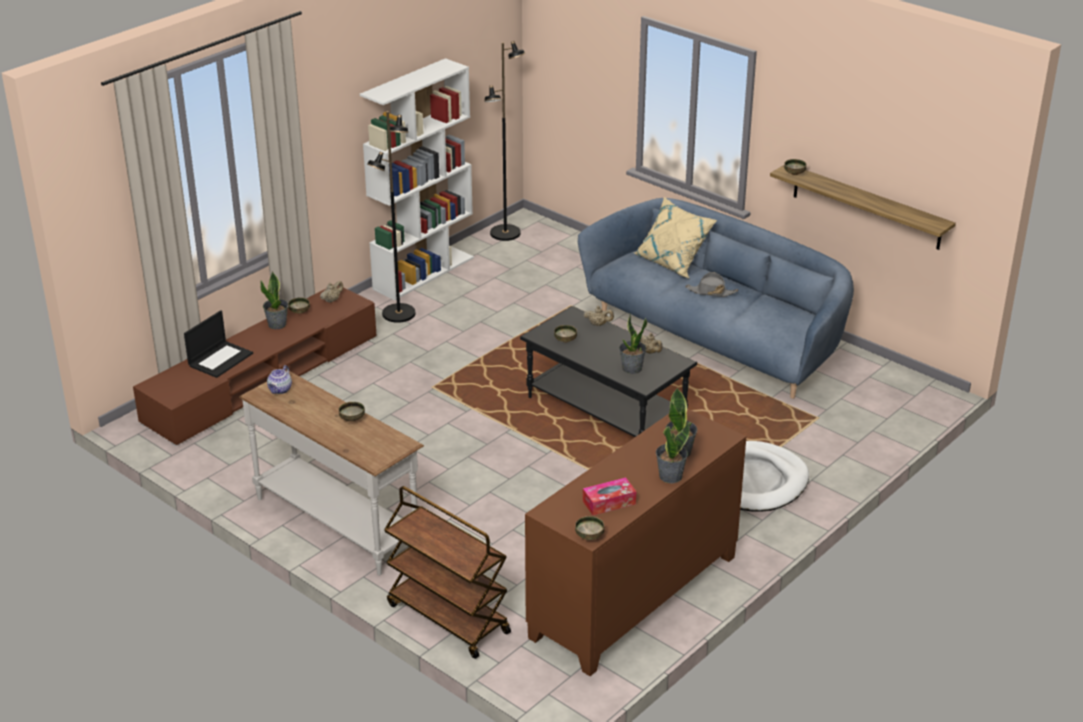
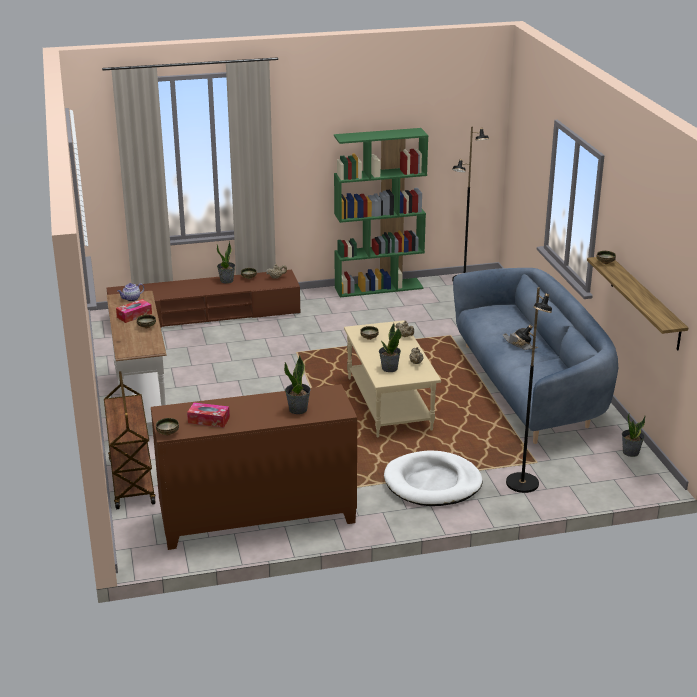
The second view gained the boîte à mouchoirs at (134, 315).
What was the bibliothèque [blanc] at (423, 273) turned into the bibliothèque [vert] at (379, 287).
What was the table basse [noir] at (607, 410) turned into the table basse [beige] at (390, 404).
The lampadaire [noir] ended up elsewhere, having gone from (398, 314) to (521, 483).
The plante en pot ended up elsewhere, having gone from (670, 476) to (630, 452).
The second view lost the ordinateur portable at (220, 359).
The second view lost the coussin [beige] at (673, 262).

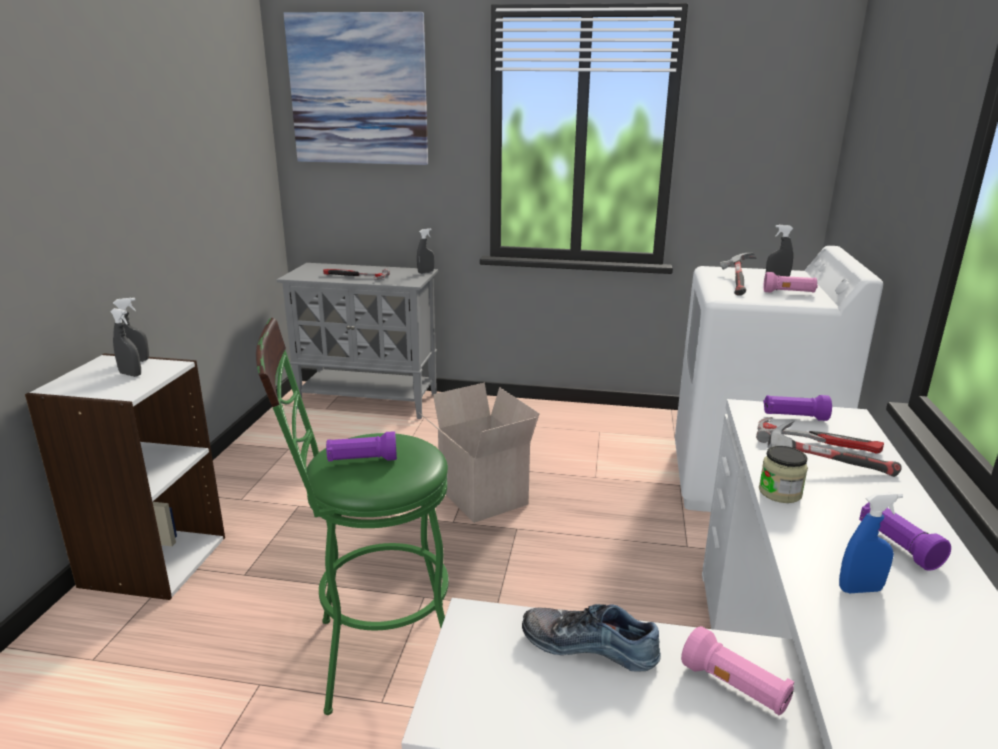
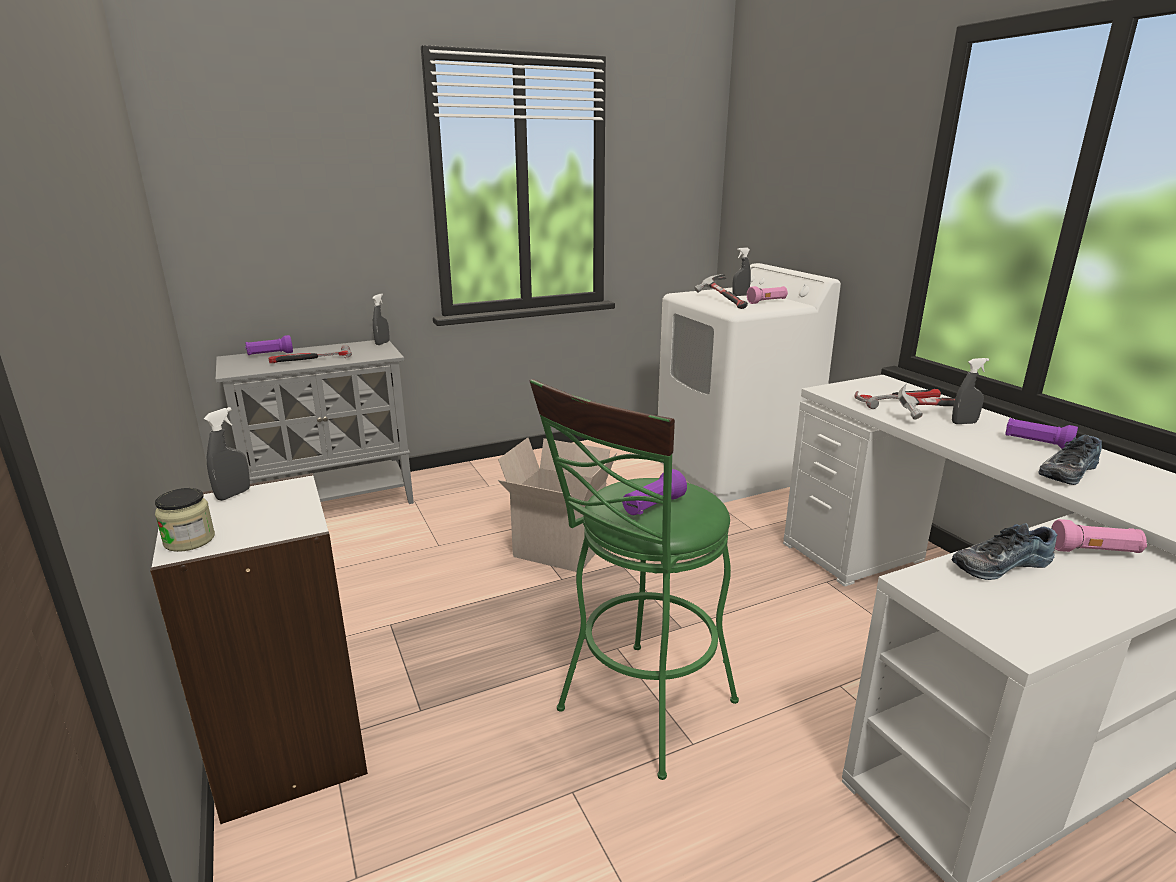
The bocal ended up elsewhere, having gone from (780, 492) to (189, 540).
The lampe de poche [violet] ended up elsewhere, having gone from (794, 417) to (270, 354).
The vaporisateur [gris] ended up elsewhere, having gone from (130, 374) to (964, 423).
Where the vaporisateur [bleu] stood at (860, 589), the chaussure came to stand at (1066, 472).
The second view lost the tableau at (358, 90).

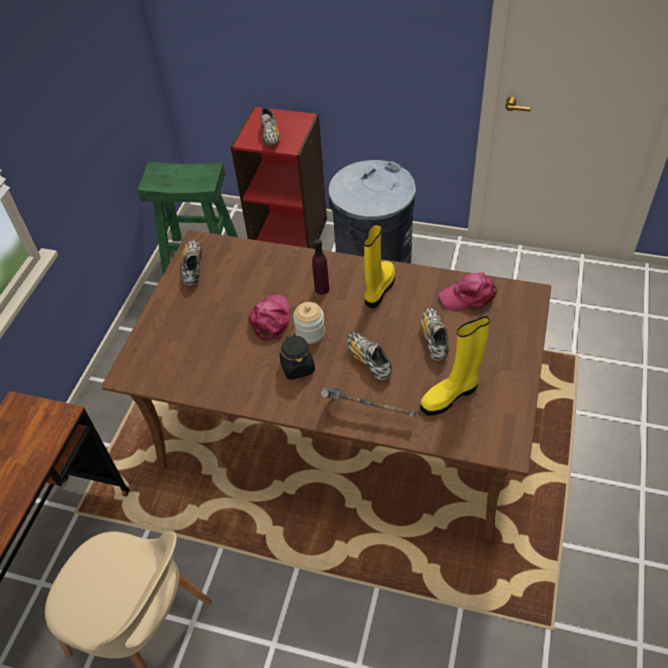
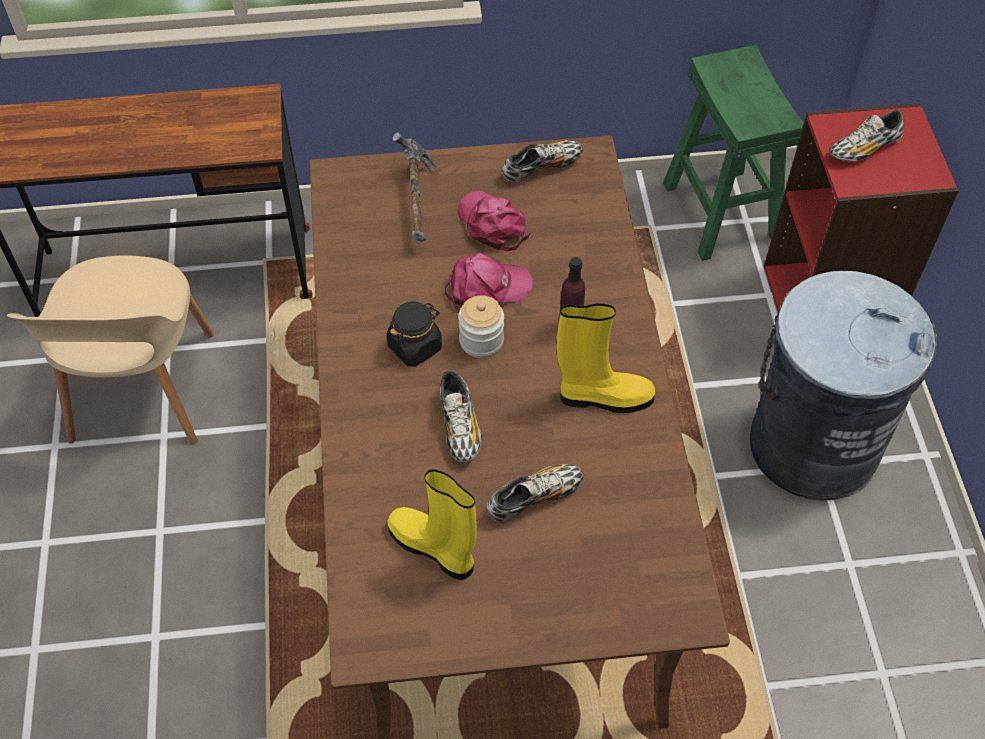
The marteau ended up elsewhere, having gone from (366, 413) to (416, 205).
The chaussure at (368, 360) ended up facing another way, 135 degrees clockwise from before.
The casquette [rose] ended up elsewhere, having gone from (469, 295) to (492, 224).

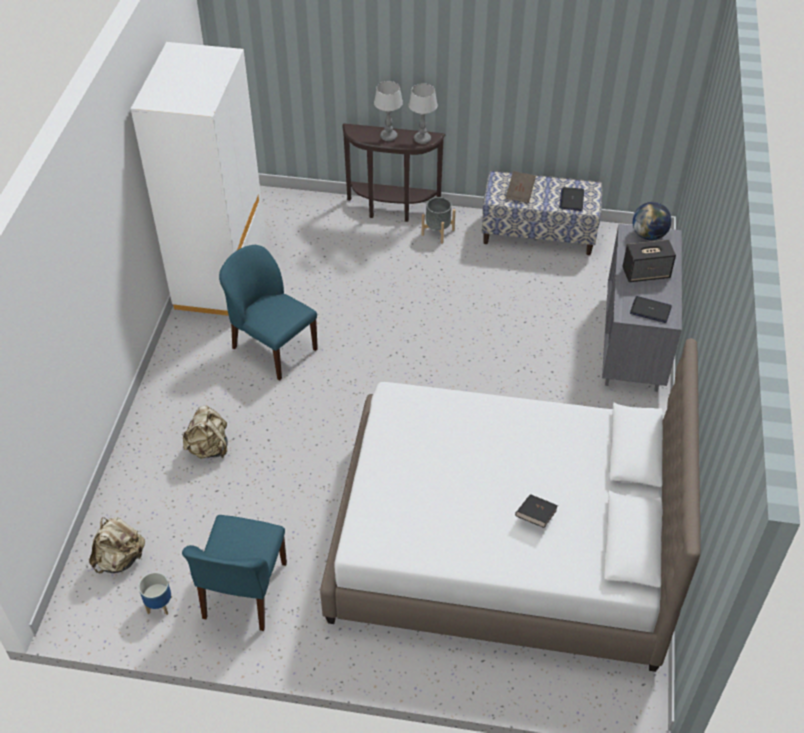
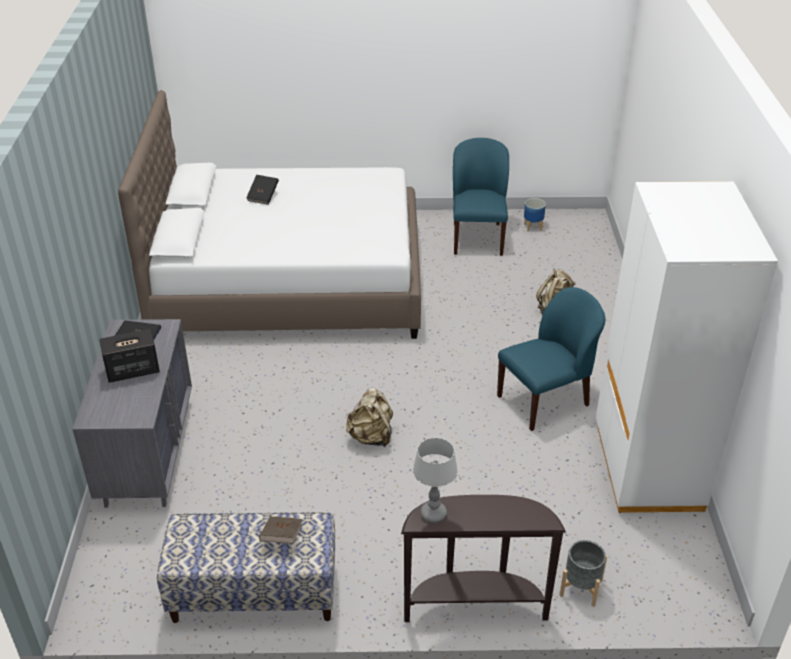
The sac à dos [beige] ended up elsewhere, having gone from (120, 559) to (371, 437).
The chaise [bleu] at (273, 348) ended up facing another way, 60 degrees counterclockwise from before.
The cache-pot [gris] ended up elsewhere, having gone from (438, 232) to (581, 588).
The second view lost the lampe de table at (388, 136).
The second view lost the ordinateur portable at (571, 199).
The second view lost the globe at (648, 235).

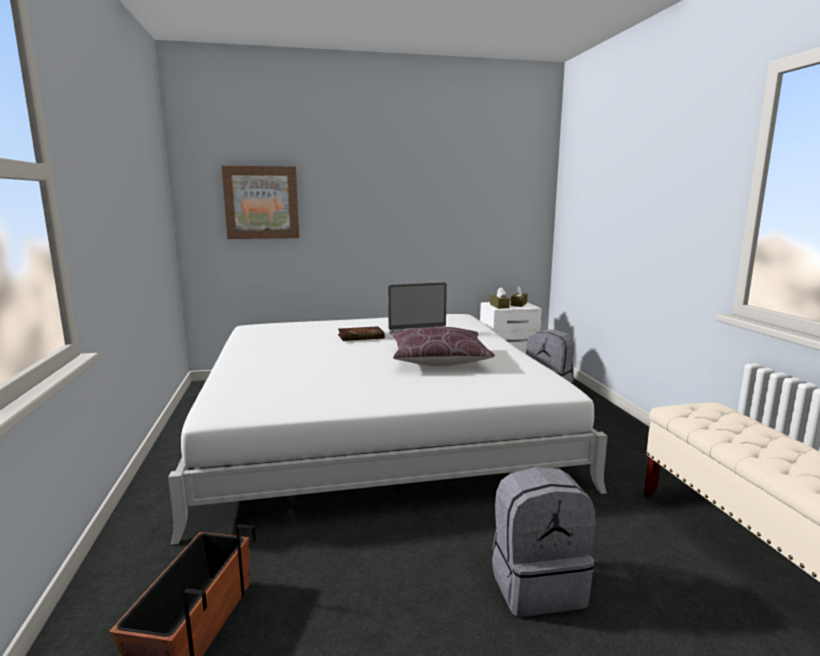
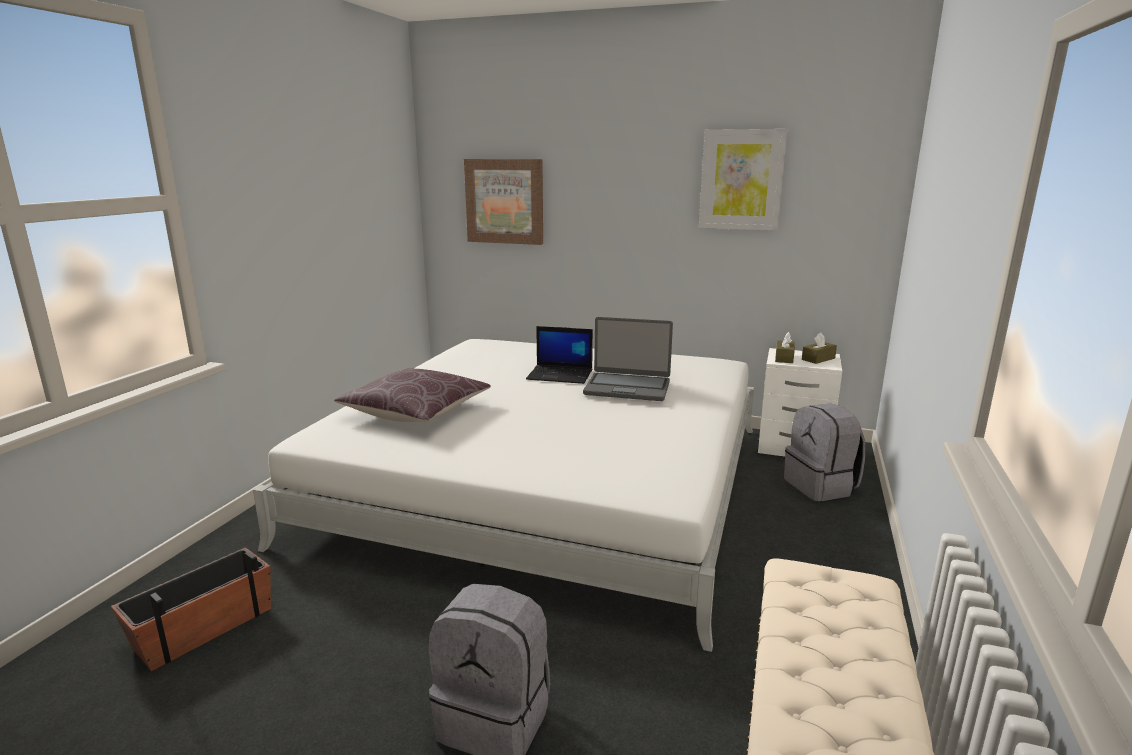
The coussin [marron] ended up elsewhere, having gone from (439, 360) to (416, 412).
Where the livre stood at (362, 336), the ordinateur portable came to stand at (561, 375).
The second view gained the tableau at (741, 180).

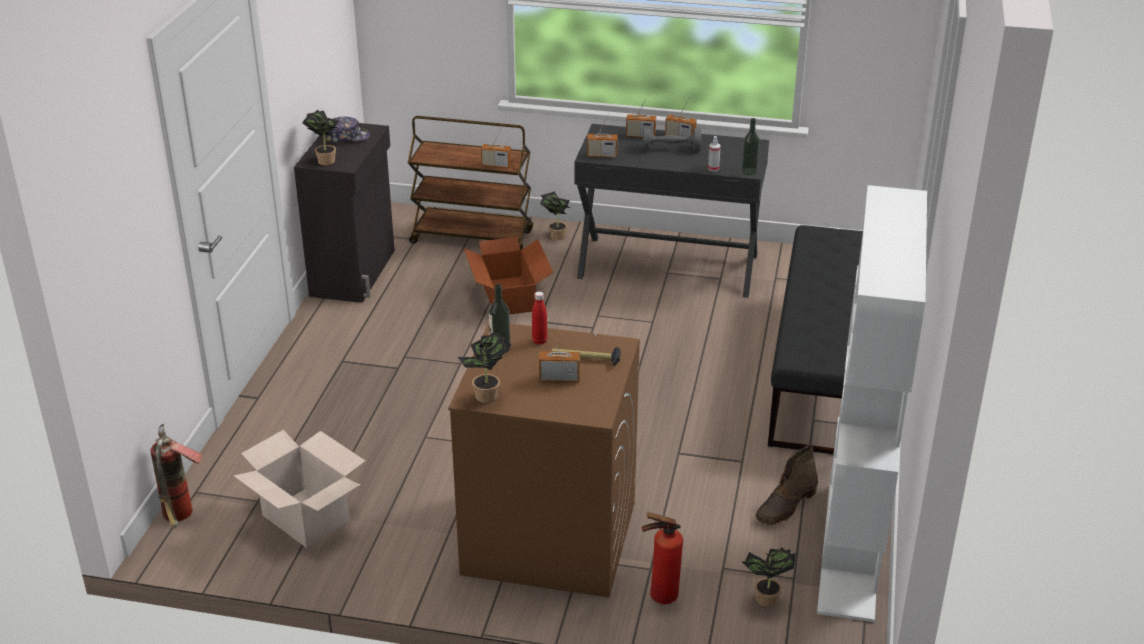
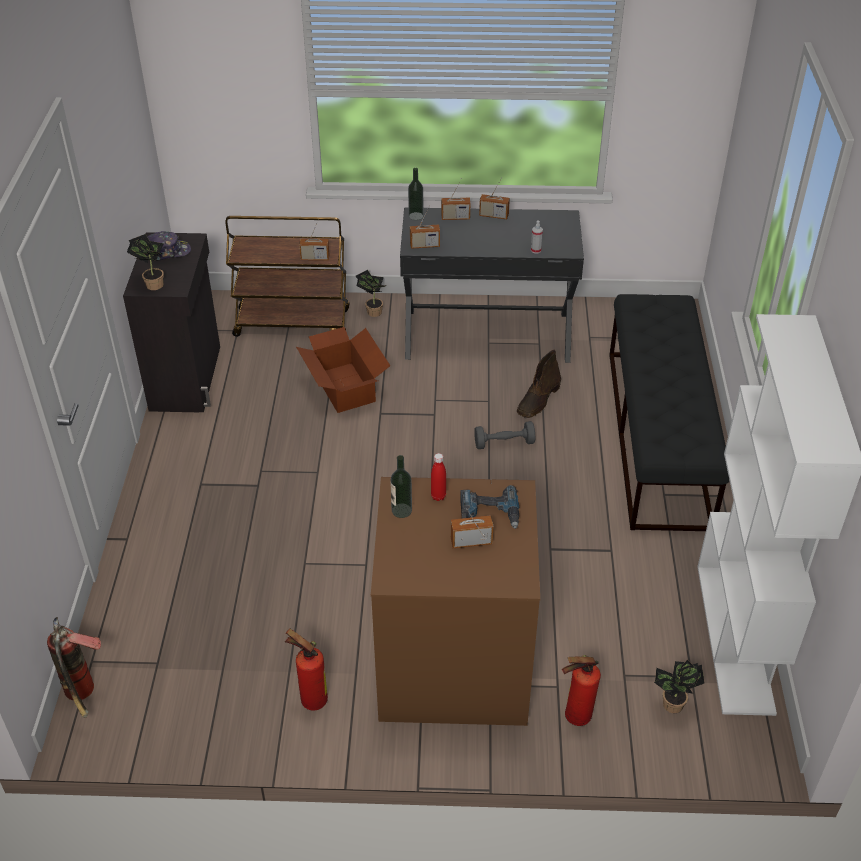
The second view gained the extincteur at (310, 699).
The bouteille ended up elsewhere, having gone from (749, 171) to (416, 216).
Where the marteau stood at (585, 358), the perceuse came to stand at (490, 512).
The haltère [gris] ended up elsewhere, having gone from (671, 149) to (504, 443).
The botte [marron] ended up elsewhere, having gone from (786, 506) to (538, 400).
The second view lost the carton at (305, 518).
The second view lost the plante en pot at (487, 398).

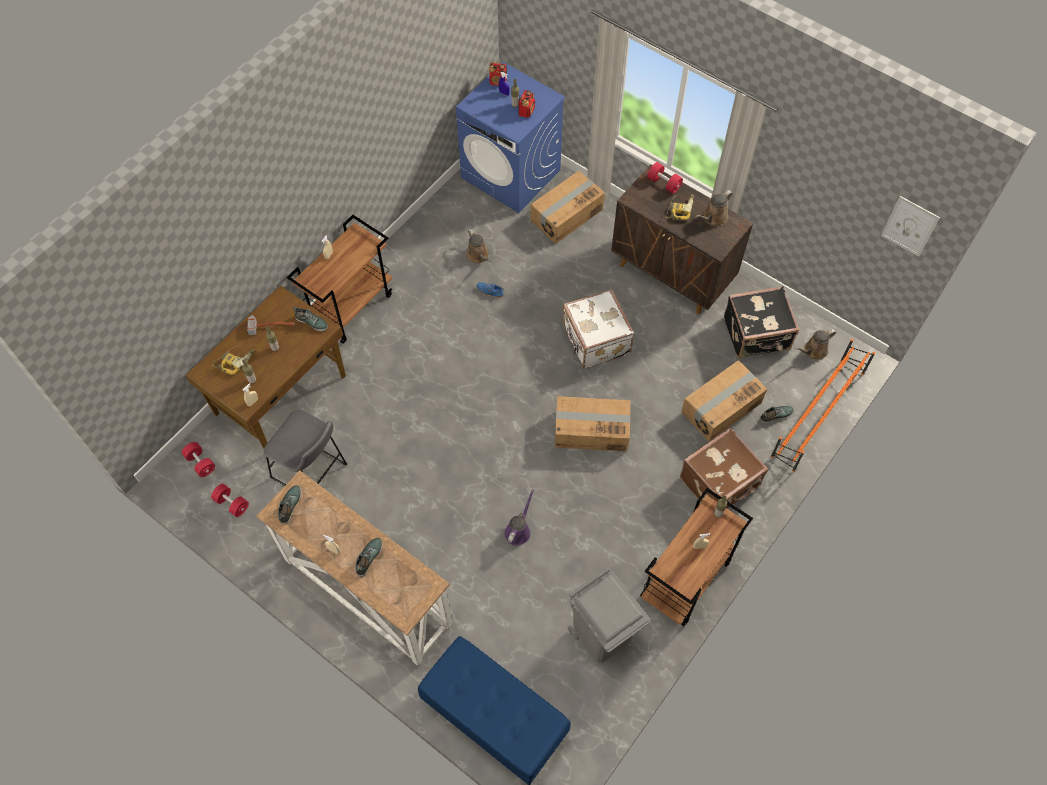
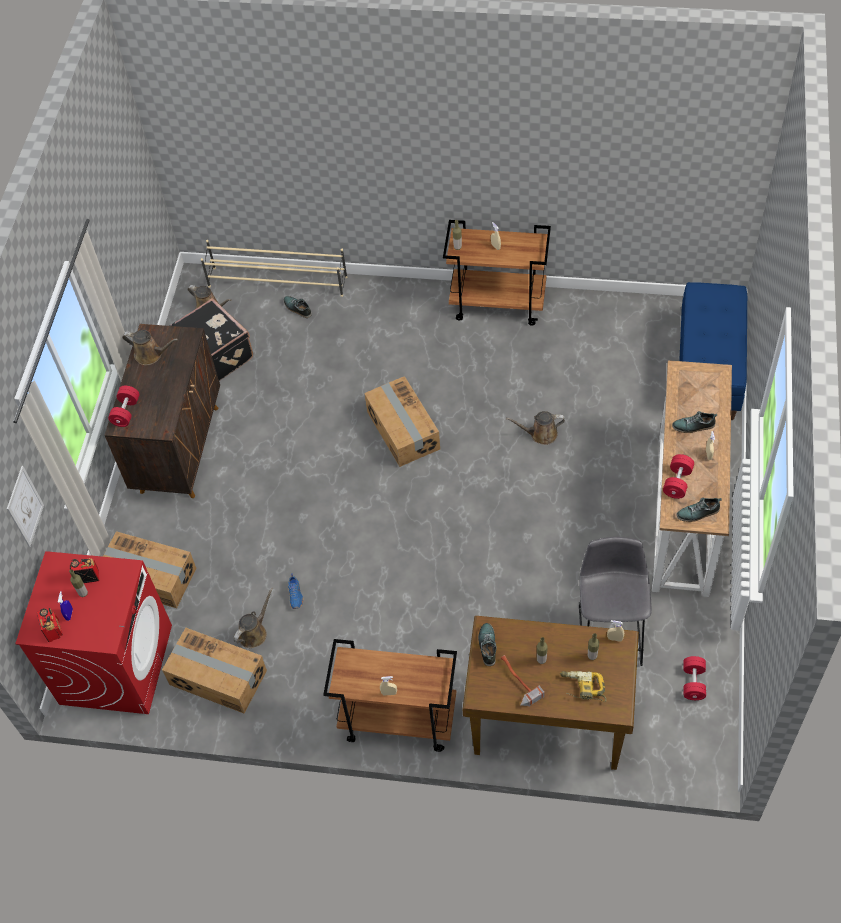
The tableau ended up elsewhere, having gone from (909, 226) to (25, 506).
What was the lave-linge [bleu] at (511, 174) turned into the lave-linge [rouge] at (116, 663).
The carton ended up elsewhere, having gone from (720, 407) to (218, 678).
What was the étagère à chaussures [orange] at (817, 414) turned into the étagère à chaussures [beige] at (278, 282).
What was the arrosoir [violet] at (518, 530) turned into the arrosoir [marron] at (540, 434).
The haltère [rouge] ended up elsewhere, having gone from (200, 463) to (677, 482).
The second view lost the valise [blanc] at (595, 341).
The second view lost the poubelle [gris] at (602, 634).
The second view lost the perceuse at (679, 209).
The second view lost the valise [marron] at (720, 483).

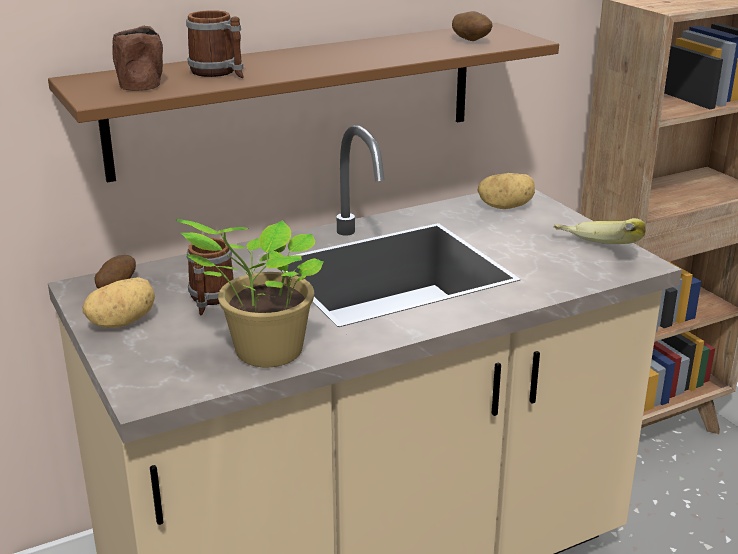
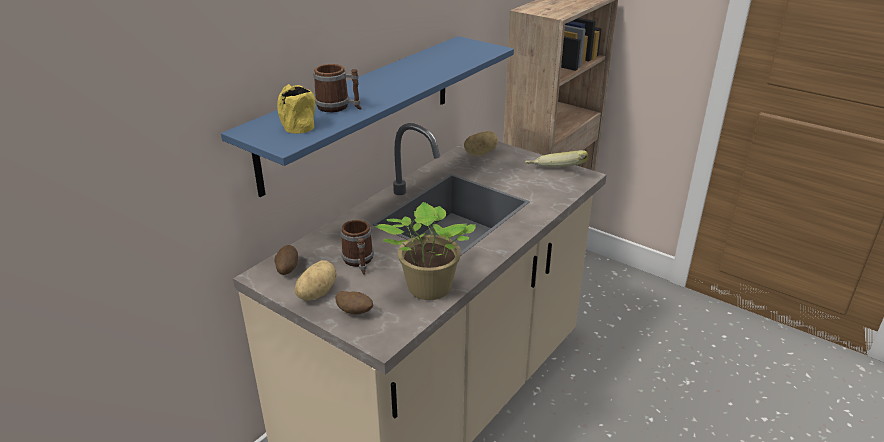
What was the étagère [marron] at (297, 98) turned into the étagère [bleu] at (360, 110).
What was the mug [marron] at (141, 81) turned into the mug [jaune] at (295, 124).
The pomme de terre ended up elsewhere, having gone from (471, 41) to (355, 312).

